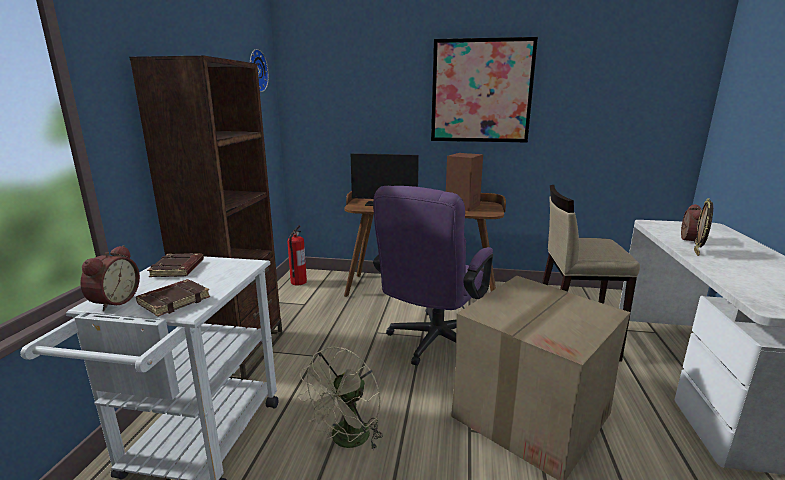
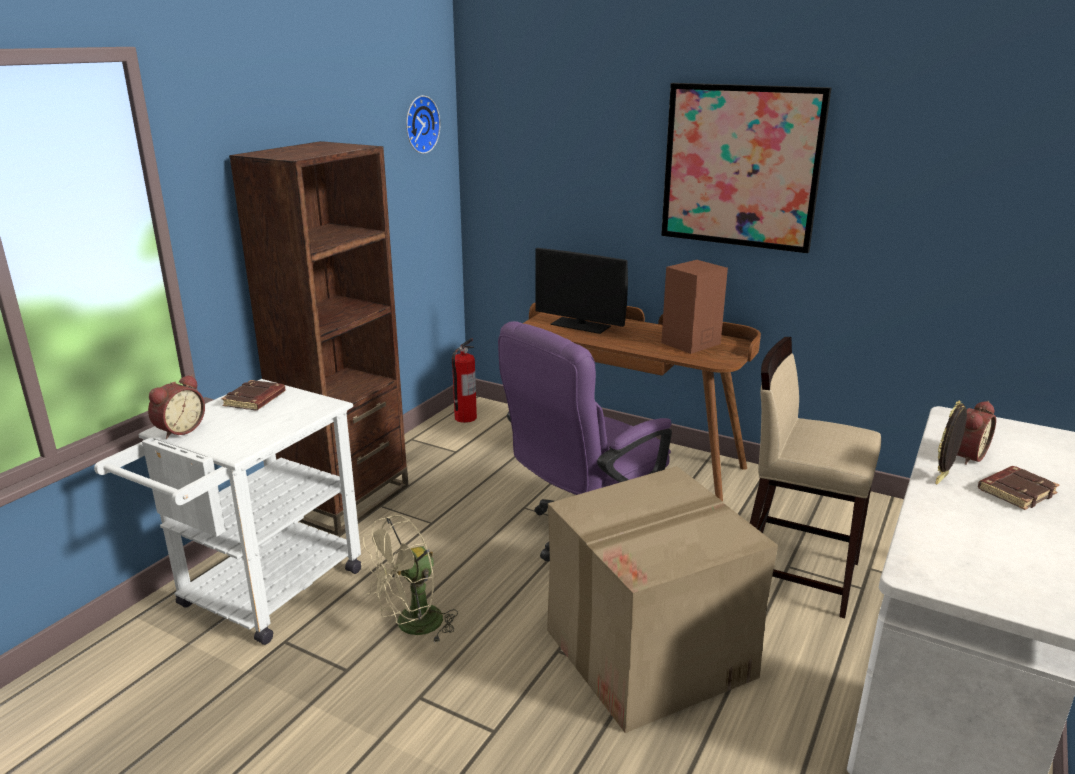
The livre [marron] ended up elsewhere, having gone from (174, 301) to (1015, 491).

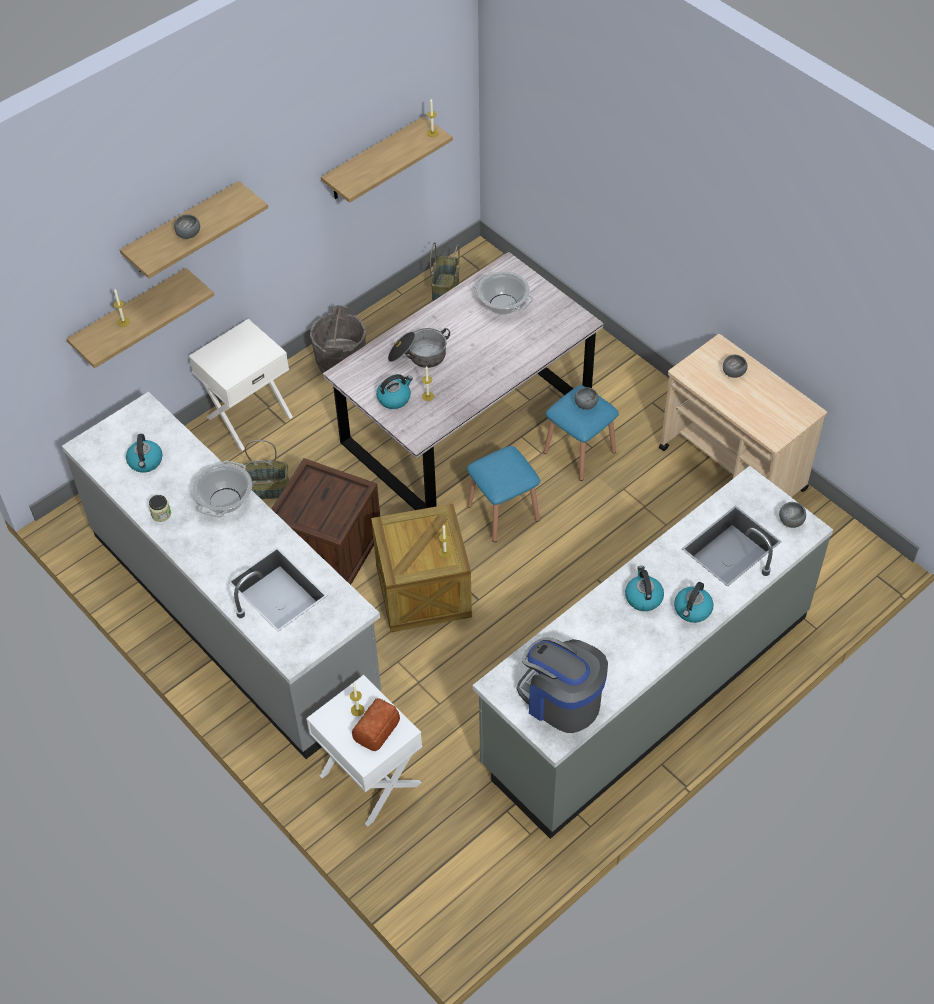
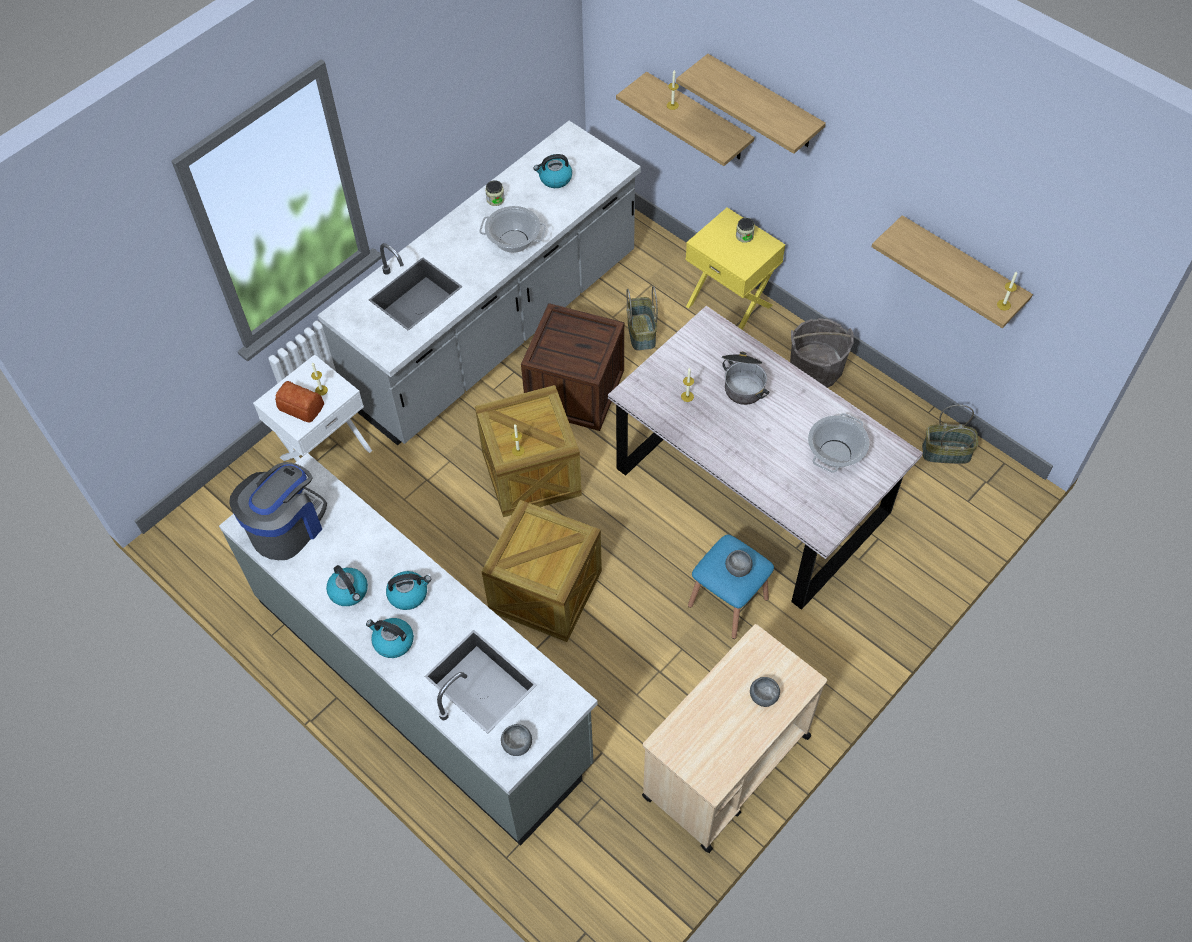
The bouilloire ended up elsewhere, having gone from (394, 398) to (349, 591).
The second view gained the caisse at (545, 591).
What was the table de chevet [blanc] at (248, 416) turned into the table de chevet [jaune] at (730, 305).
The second view gained the bocal at (744, 236).
The second view lost the bol [gris] at (189, 234).
The second view lost the tabouret [bleu] at (503, 512).

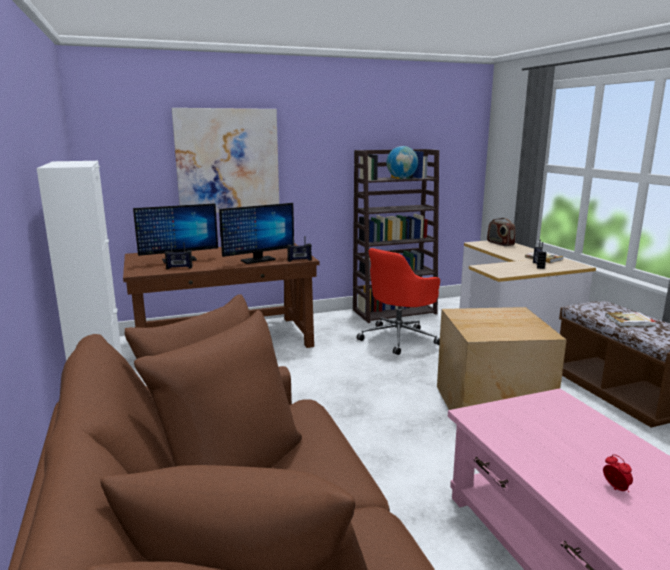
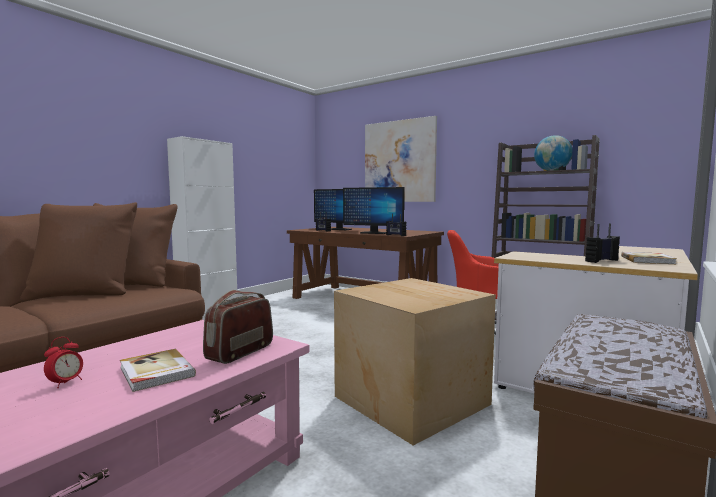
The livre ended up elsewhere, having gone from (630, 321) to (155, 372).
The radio ended up elsewhere, having gone from (500, 243) to (240, 352).

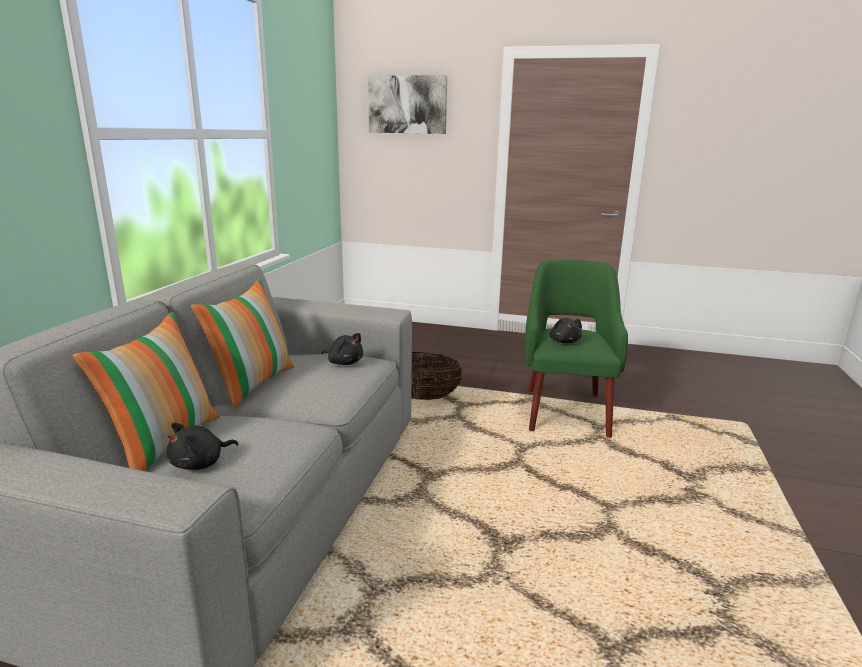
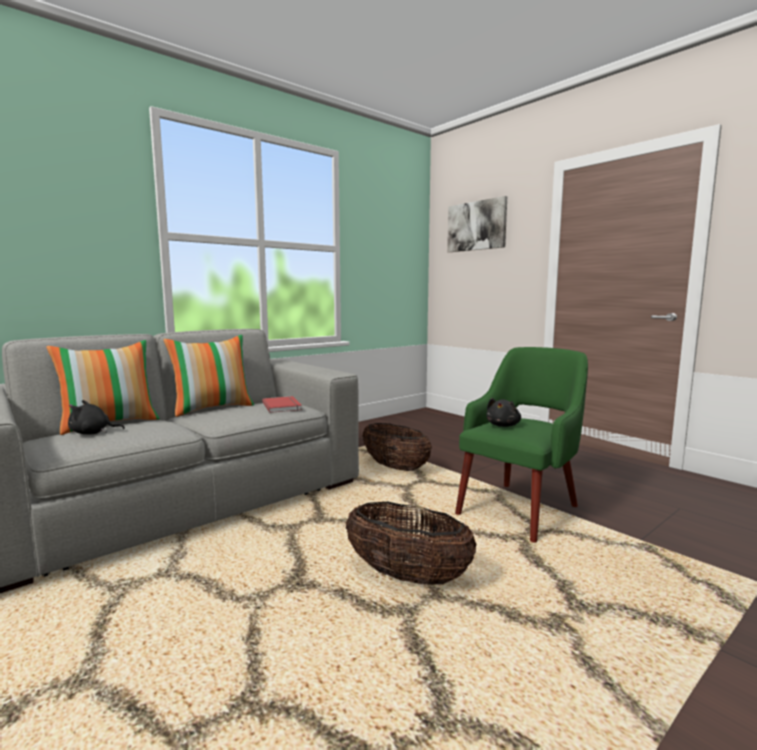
Where the peluche [noir] stood at (344, 362), the livre [rouge] came to stand at (283, 406).
The second view gained the panier at (407, 576).

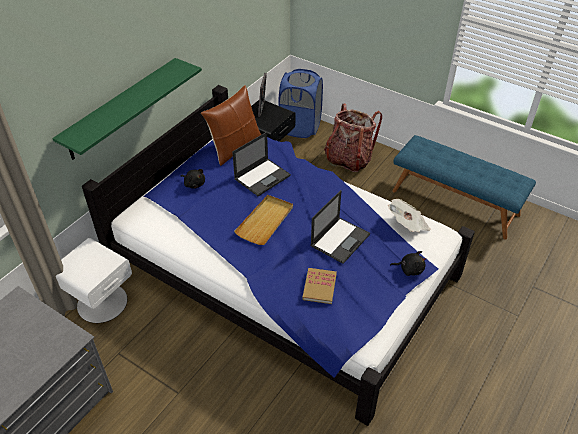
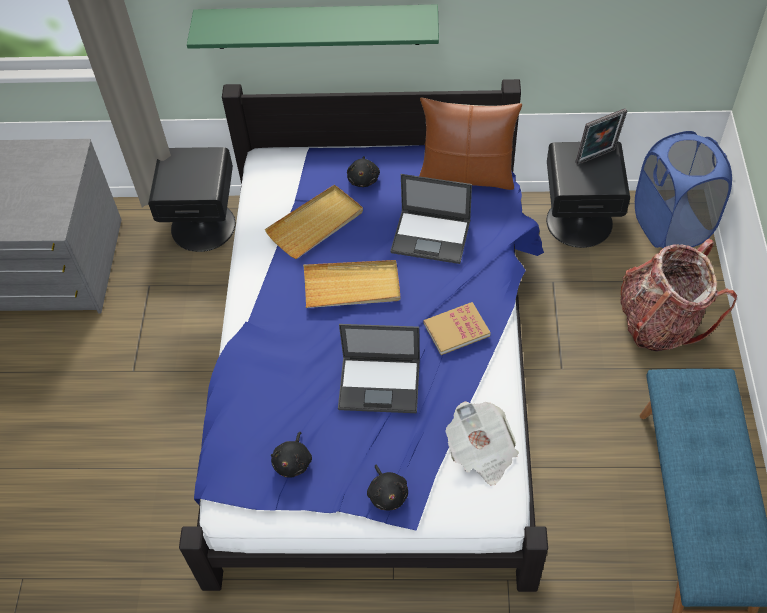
What was the table de chevet [blanc] at (101, 302) turned into the table de chevet [noir] at (203, 225).
The second view gained the plateau [beige] at (316, 224).
The second view gained the peluche [noir] at (293, 462).
The livre ended up elsewhere, having gone from (319, 287) to (456, 330).

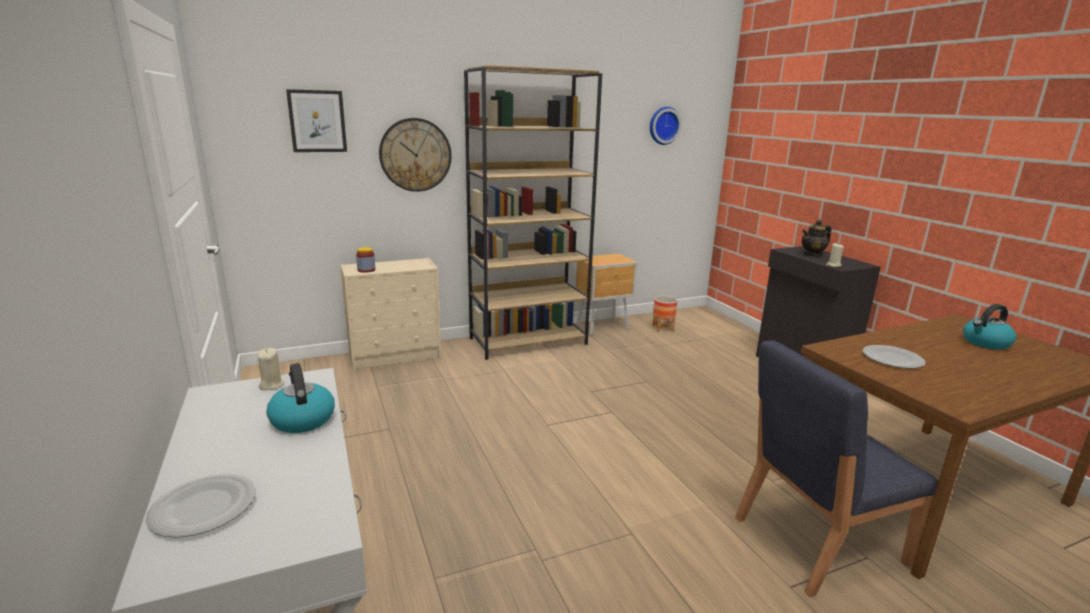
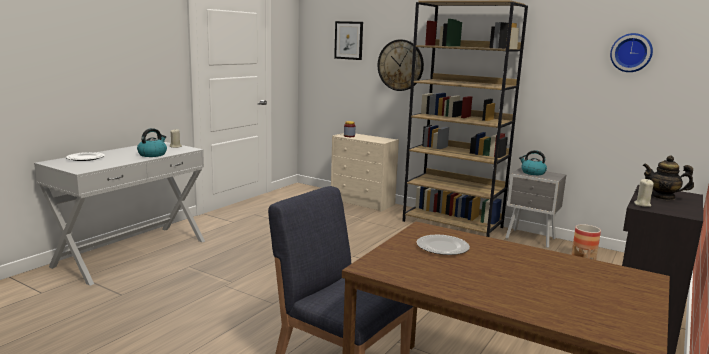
What was the table de chevet [marron] at (604, 327) turned into the table de chevet [gris] at (531, 239).
The bouilloire ended up elsewhere, having gone from (985, 343) to (532, 173).

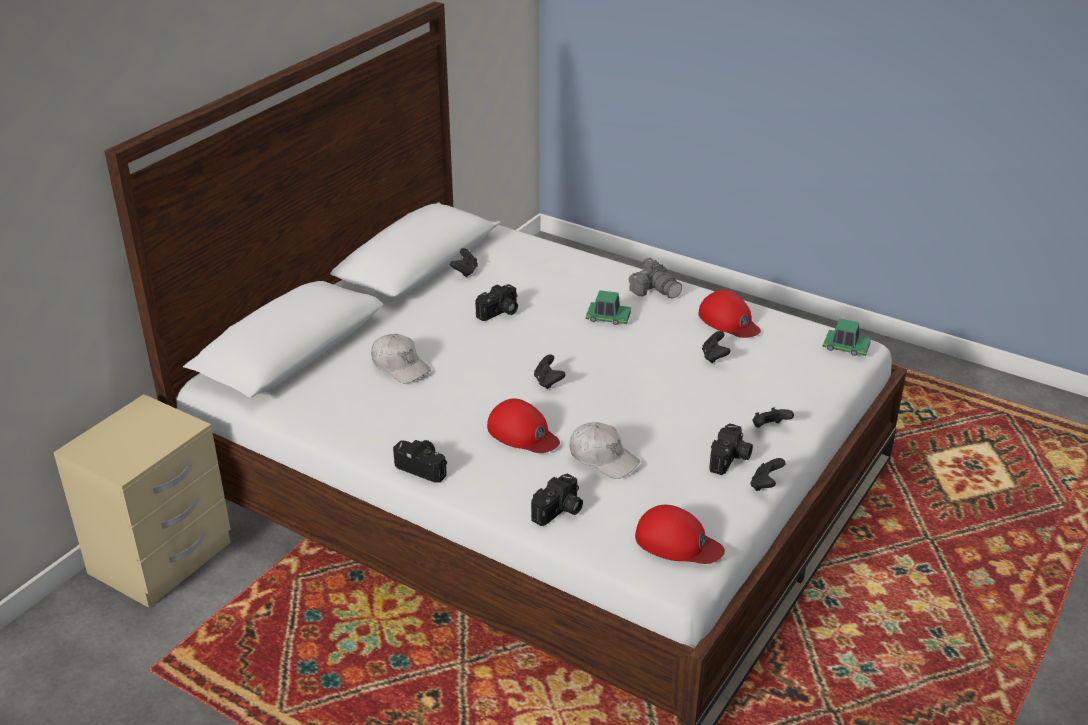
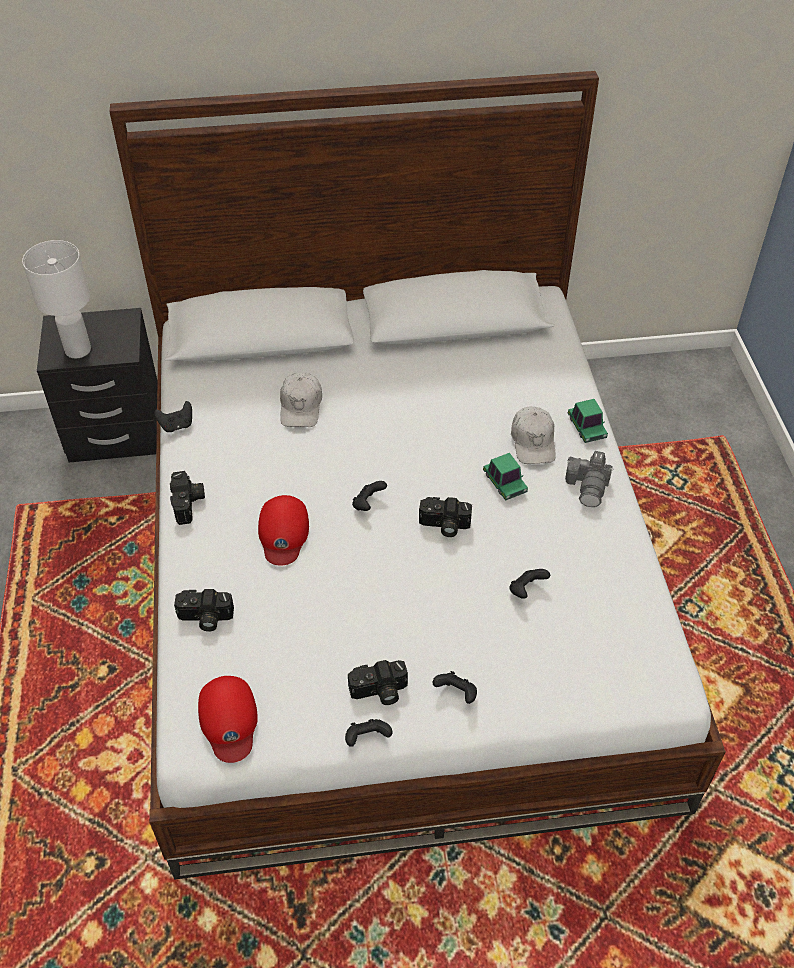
The second view gained the lampe de table [blanc] at (77, 350).
What was the table de chevet [beige] at (161, 558) turned into the table de chevet [noir] at (116, 432).
The manette [noir] ended up elsewhere, having gone from (465, 272) to (177, 425).
The appareil photo ended up elsewhere, having gone from (499, 313) to (444, 525).
The casquette [blanc] ended up elsewhere, having gone from (603, 458) to (533, 442).
The petite voiture ended up elsewhere, having gone from (845, 348) to (586, 427).
The second view lost the casquette [rouge] at (729, 321).

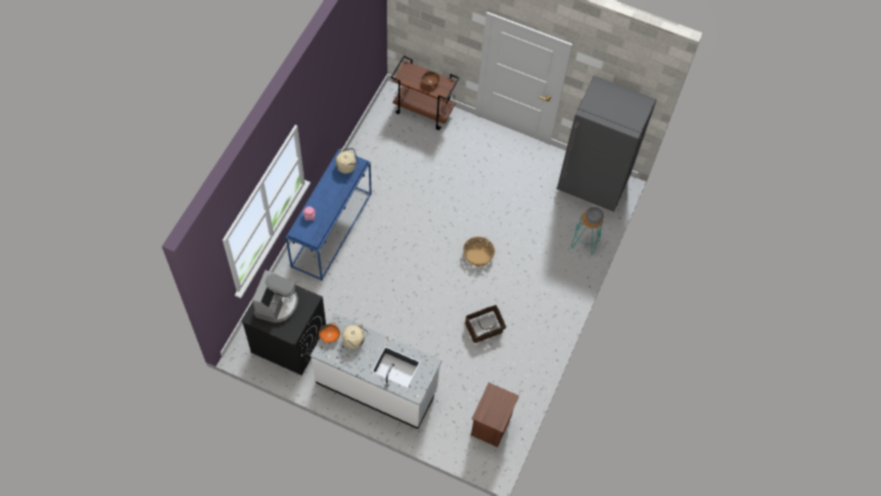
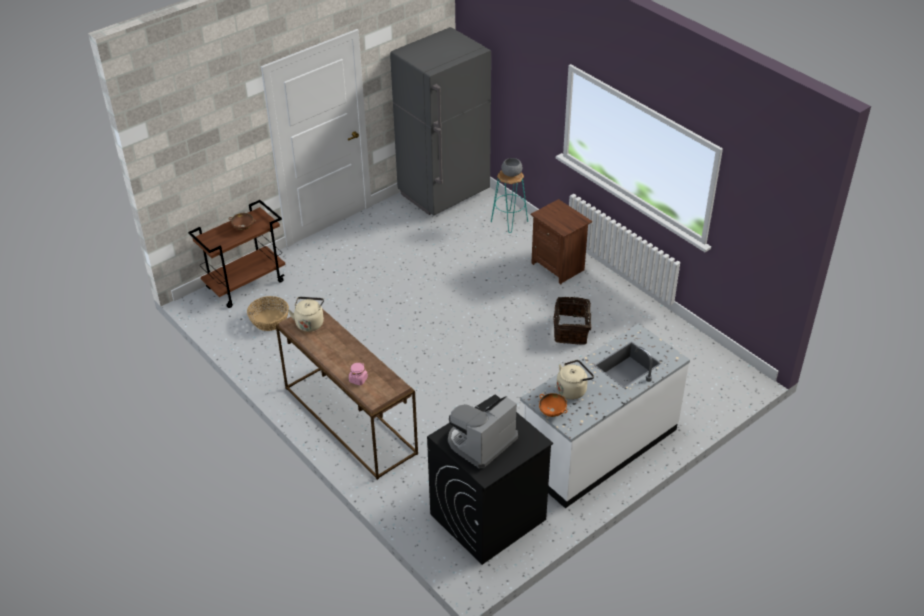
The panier ended up elsewhere, having gone from (478, 255) to (269, 320).
What was the table console [bleu] at (331, 229) turned into the table console [marron] at (348, 420).
The machine à café at (277, 304) ended up facing another way, 90 degrees counterclockwise from before.
The table de chevet [marron] ended up elsewhere, having gone from (492, 426) to (558, 266).

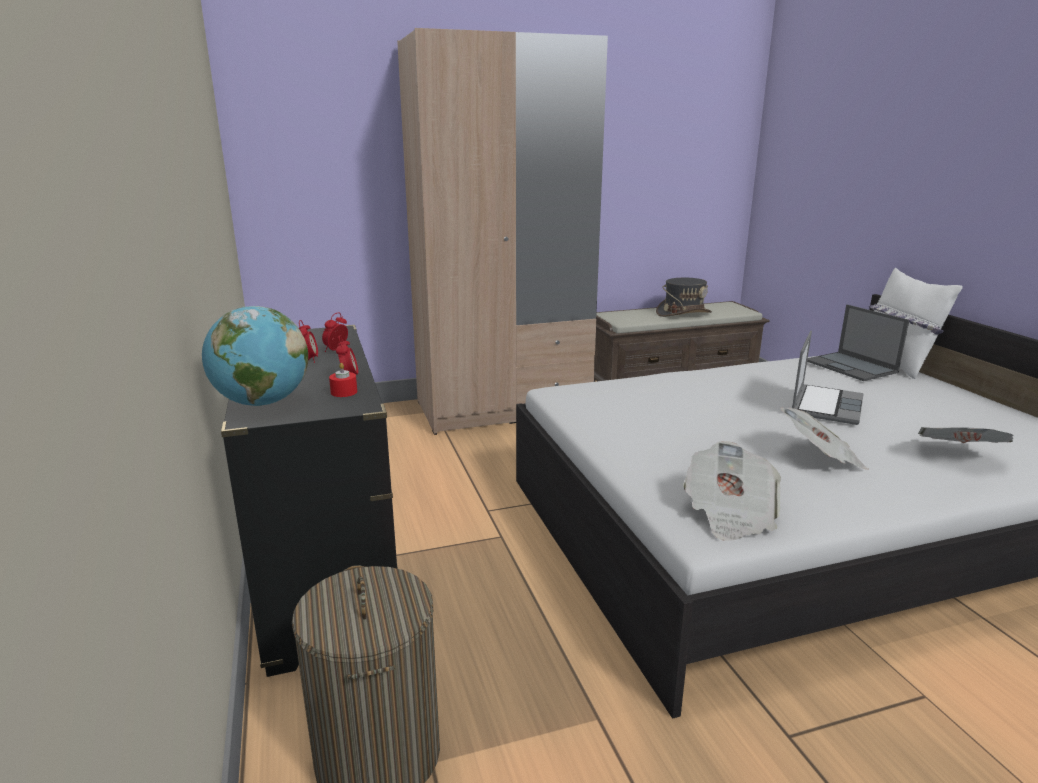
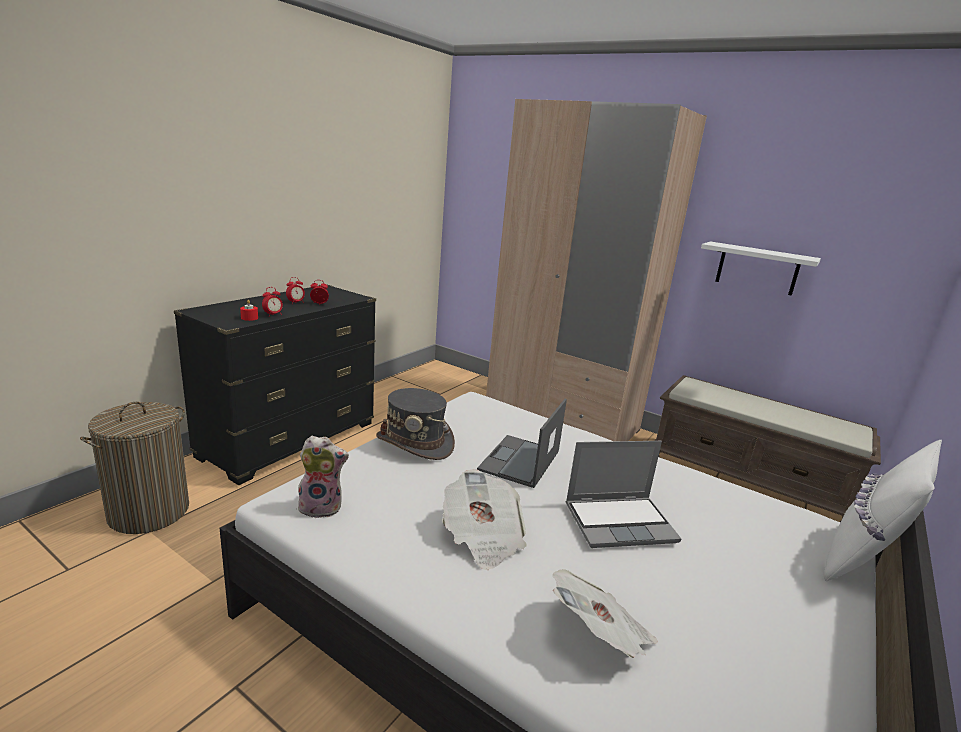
Where the journal stood at (729, 514), the peluche came to stand at (322, 507).
The chapeau [gris] ended up elsewhere, having gone from (683, 313) to (415, 443).
The ordinateur portable ended up elsewhere, having gone from (851, 367) to (519, 461).
The second view gained the étagère [blanc] at (757, 268).
The second view lost the globe at (262, 403).

